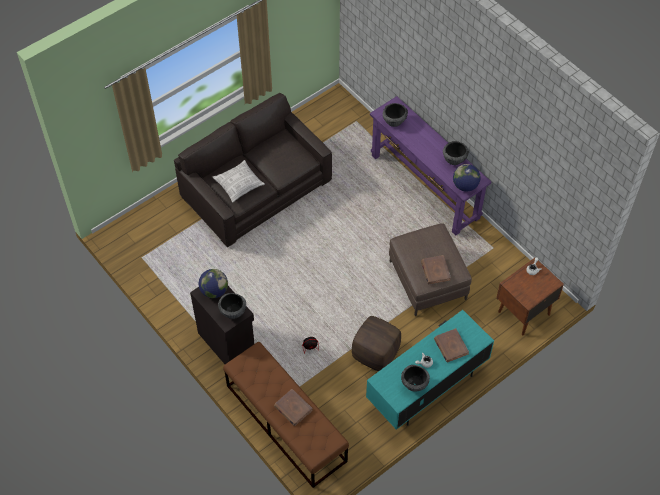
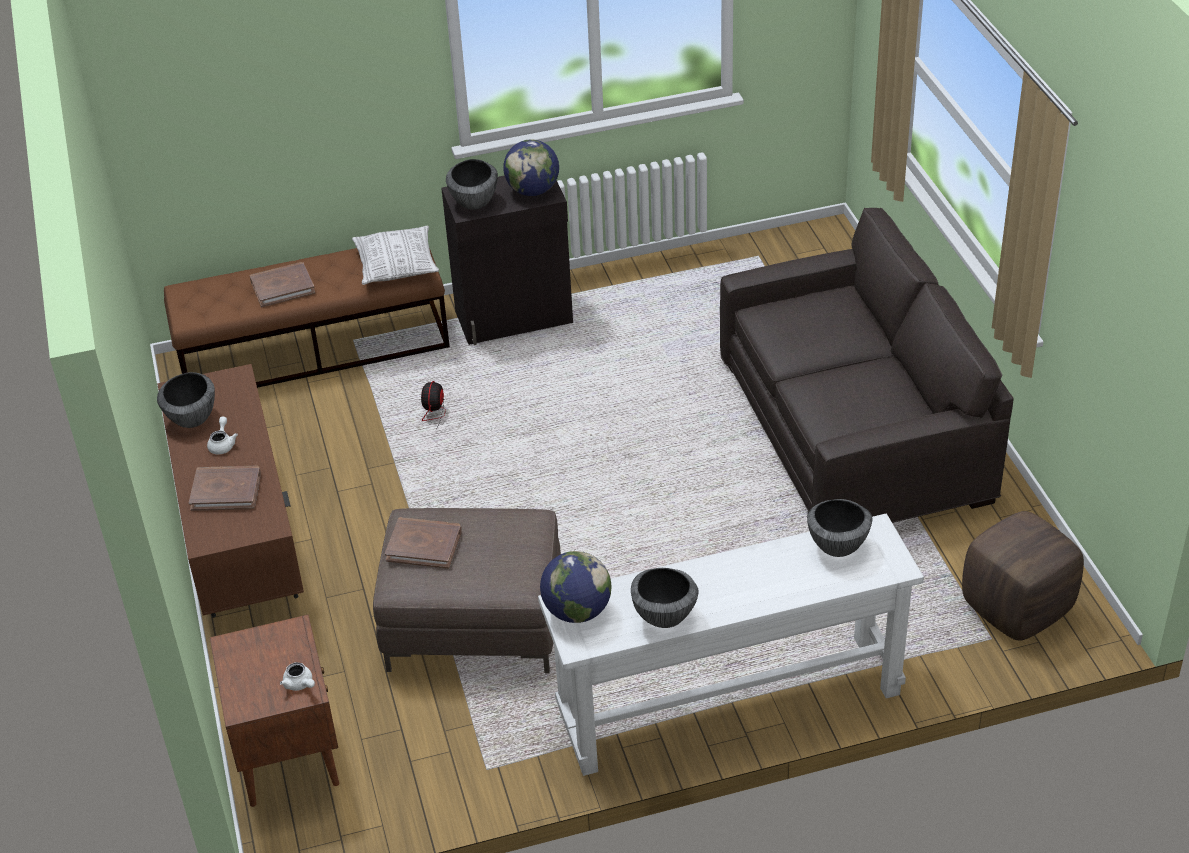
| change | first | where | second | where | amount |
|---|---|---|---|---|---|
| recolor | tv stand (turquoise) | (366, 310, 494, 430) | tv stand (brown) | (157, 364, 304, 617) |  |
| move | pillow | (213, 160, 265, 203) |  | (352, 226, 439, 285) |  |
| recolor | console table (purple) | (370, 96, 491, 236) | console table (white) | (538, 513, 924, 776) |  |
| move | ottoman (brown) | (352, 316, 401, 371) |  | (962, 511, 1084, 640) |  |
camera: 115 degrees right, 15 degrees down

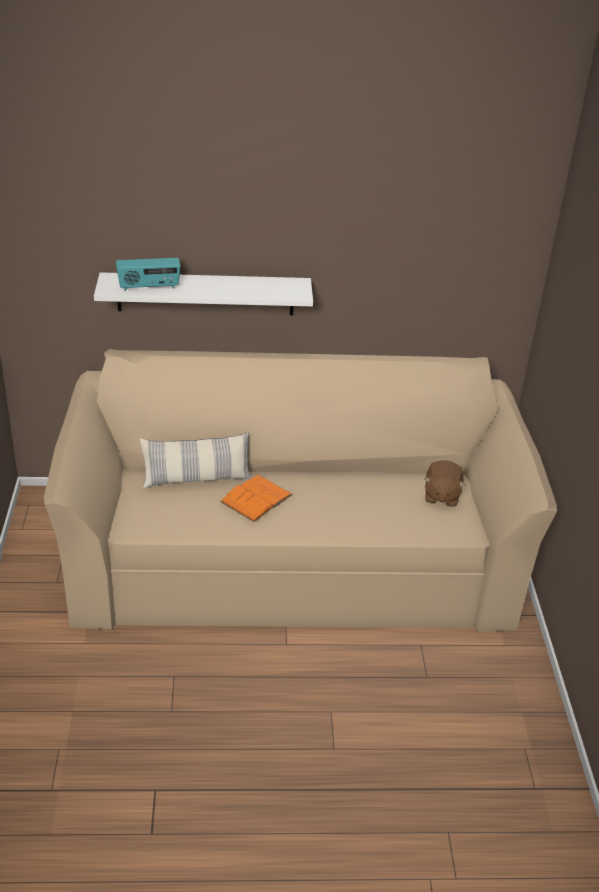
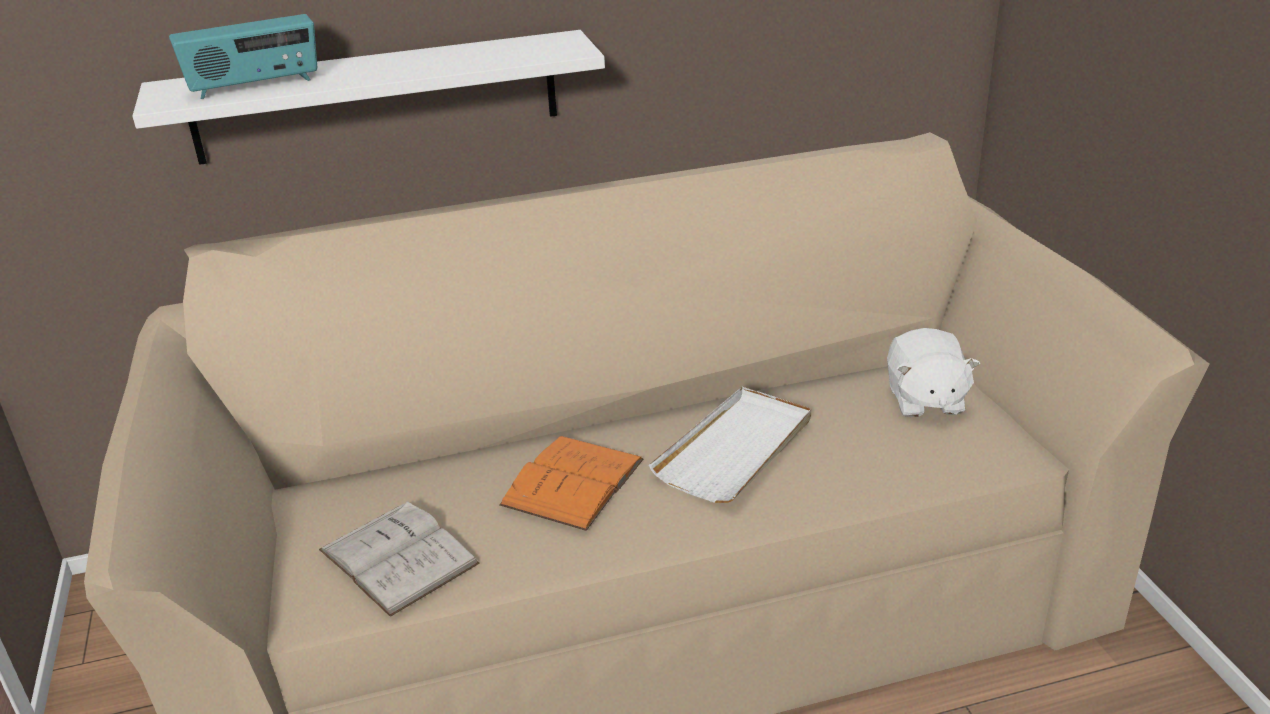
| change | first | where | second | where | amount |
|---|---|---|---|---|---|
| insert |  |  | book (white) | (319, 501, 480, 617) |  |
| insert |  |  | tray (white) | (649, 387, 811, 503) |  |
| recolor | plush toy (brown) | (424, 460, 465, 507) | plush toy (white) | (887, 328, 980, 417) |  |
| delete | pillow | (140, 432, 251, 488) |  |  |  |
camera: 10 degrees left, 5 degrees down

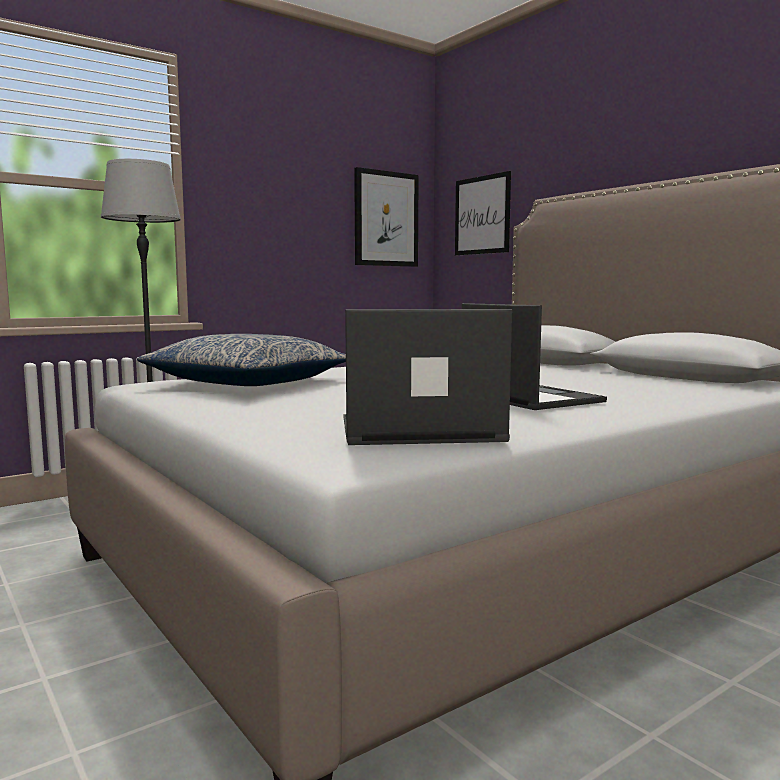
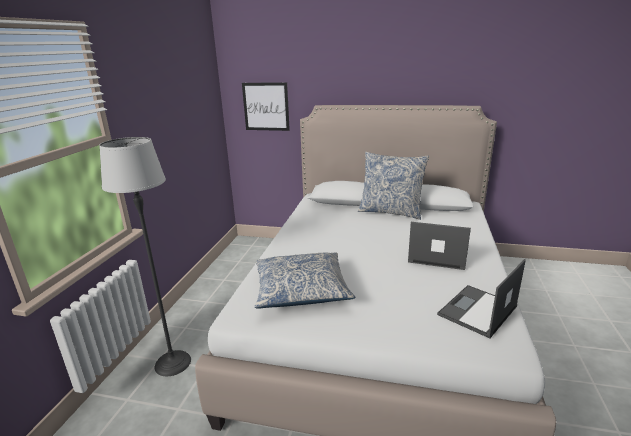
| change | first | where | second | where | amount |
|---|---|---|---|---|---|
| insert |  |  | pillow | (358, 152, 429, 220) |  |
| delete | picture | (354, 167, 419, 267) |  |  |  |
camera: 40 degrees left, 15 degrees up

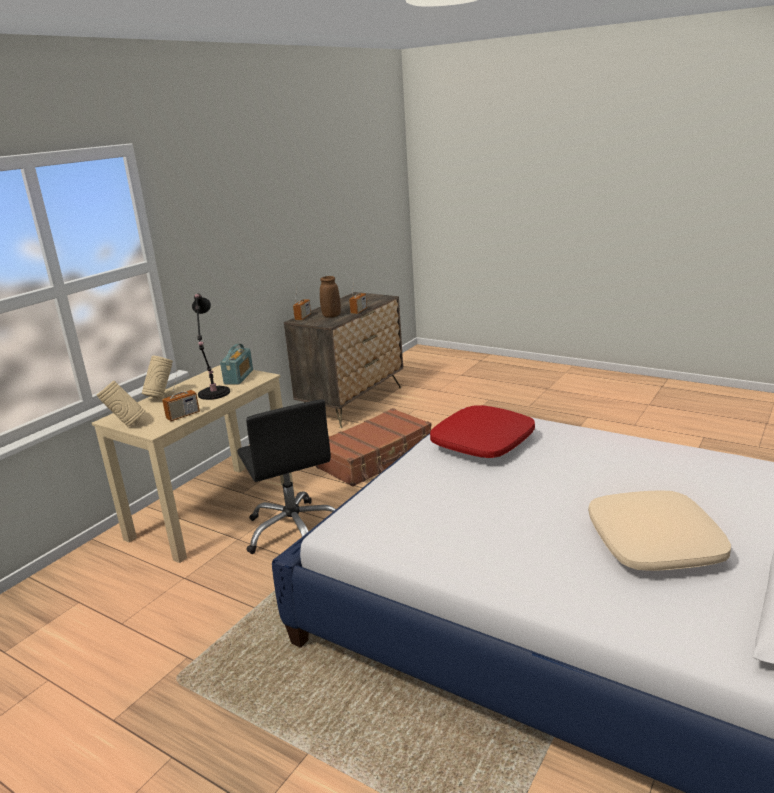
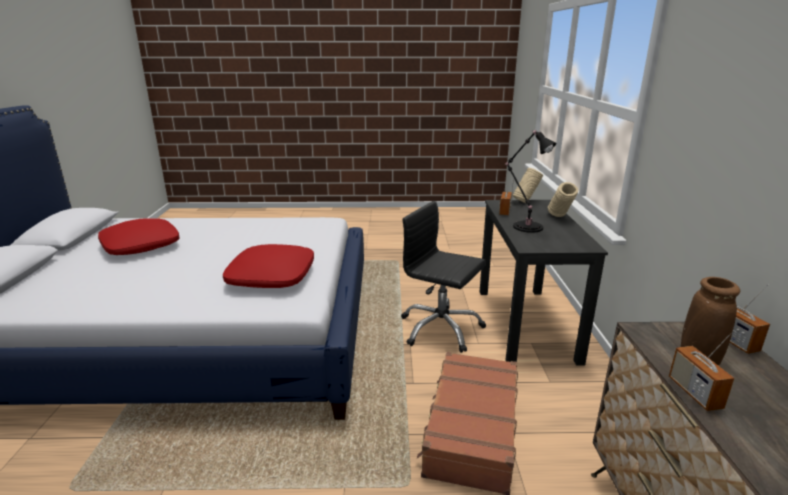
| change | first | where | second | where | amount |
|---|---|---|---|---|---|
| recolor | pillow (beige) | (588, 490, 731, 571) | pillow (red) | (98, 218, 179, 255) |  |
| recolor | desk (beige) | (92, 365, 293, 563) | desk (black) | (480, 200, 608, 366) |  |
| delete | radio | (220, 344, 253, 384) |  |  |  |
camera: 145 degrees right, 0 degrees up

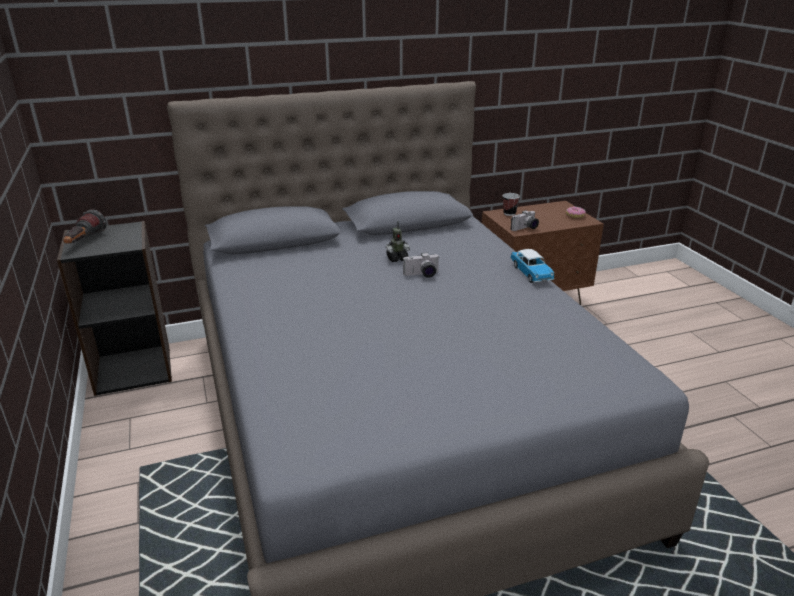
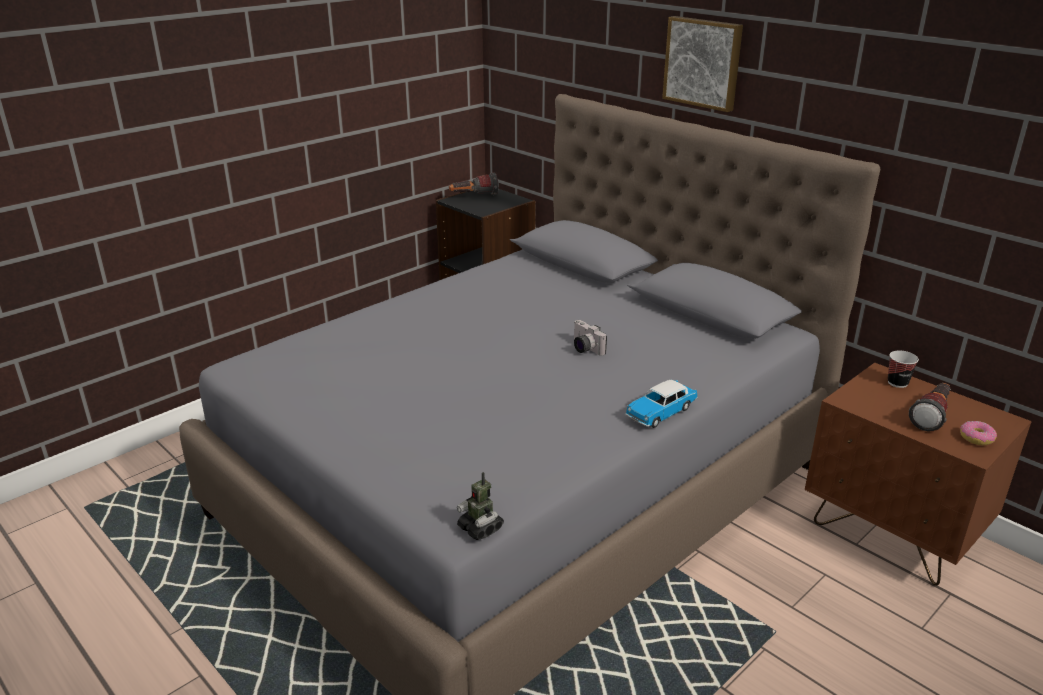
| change | first | where | second | where | amount |
|---|---|---|---|---|---|
| move | toy robot | (386, 221, 410, 262) |  | (457, 472, 504, 540) |  |
| insert |  |  | picture | (662, 16, 743, 112) |  |
| insert |  |  | flashlight | (909, 383, 951, 432) |  |
| delete | photo camera | (511, 210, 539, 231) |  |  |  |
camera: 65 degrees right, 0 degrees up

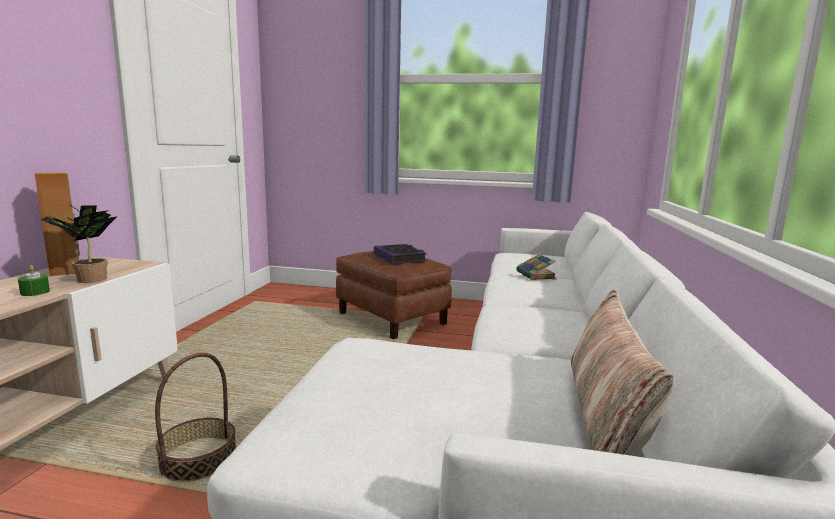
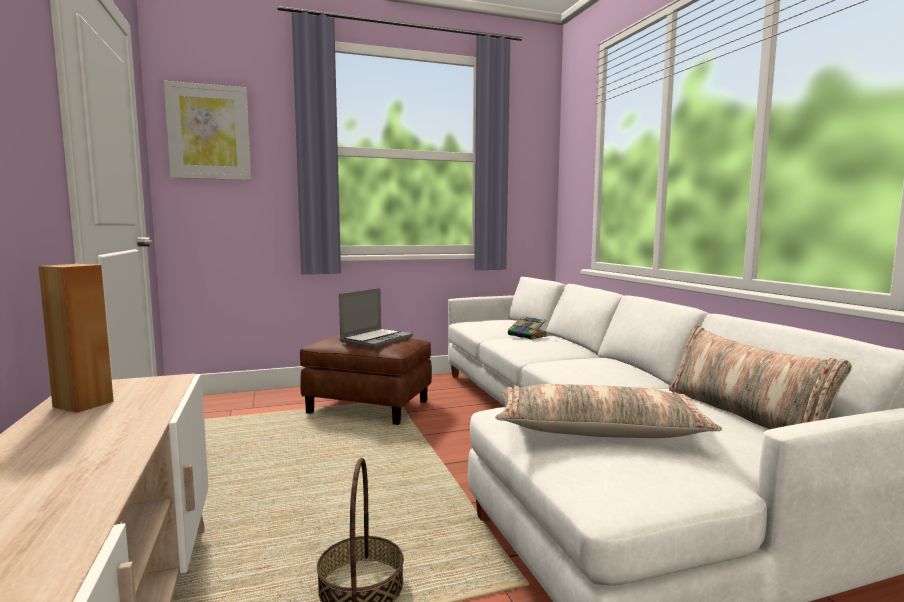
| change | first | where | second | where | amount |
|---|---|---|---|---|---|
| insert |  |  | picture | (164, 81, 251, 180) |  |
| replace | book | (374, 244, 427, 264) | laptop | (339, 288, 413, 348) |  |
| insert |  |  | pillow | (495, 384, 722, 438) |  |
| delete | candle (green) | (18, 265, 50, 296) |  |  |  |
| delete | potted plant | (41, 205, 116, 283) |  |  |  |
camera: 30 degrees left, 5 degrees down

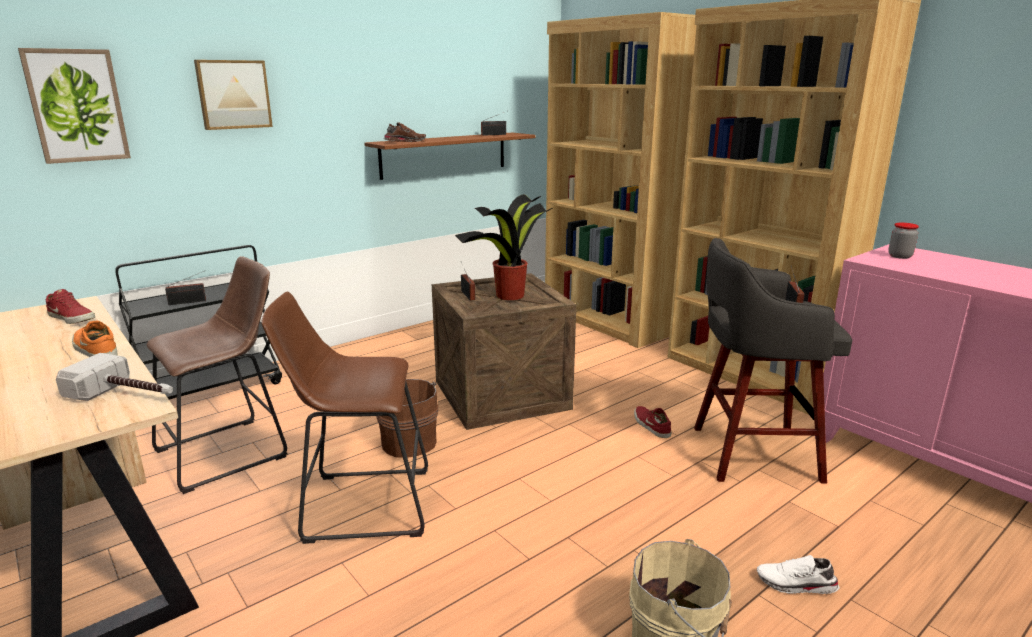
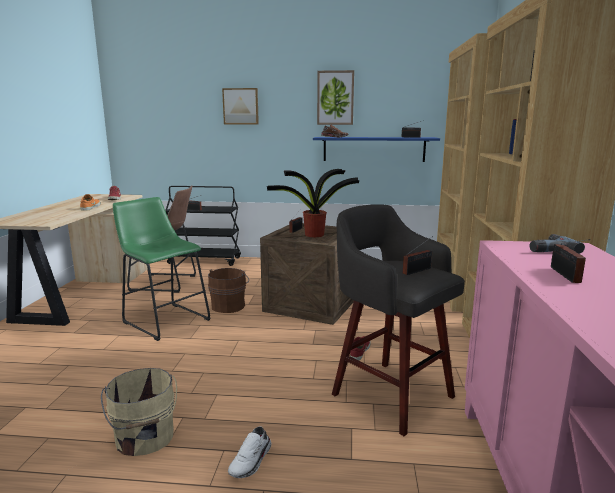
| change | first | where | second | where | amount |
|---|---|---|---|---|---|
| recolor | stool (brown) | (261, 292, 428, 544) | stool (green) | (113, 197, 210, 341) |  |
| rotate | shoe (white) | (757, 555, 839, 594) |  | (228, 426, 271, 478) | 120 degrees counterclockwise |
| recolor | shelf (brown) | (364, 133, 536, 180) | shelf (blue) | (313, 137, 440, 162) |  |
| move | picture | (18, 48, 131, 164) |  | (317, 70, 354, 125) |  |
| replace | jar | (888, 223, 919, 259) | power drill | (530, 234, 585, 254) |  |
| insert |  |  | radio | (551, 239, 590, 283) |  |
| delete | hammer | (56, 353, 173, 401) |  |  |  |
camera: 45 degrees right, 5 degrees down

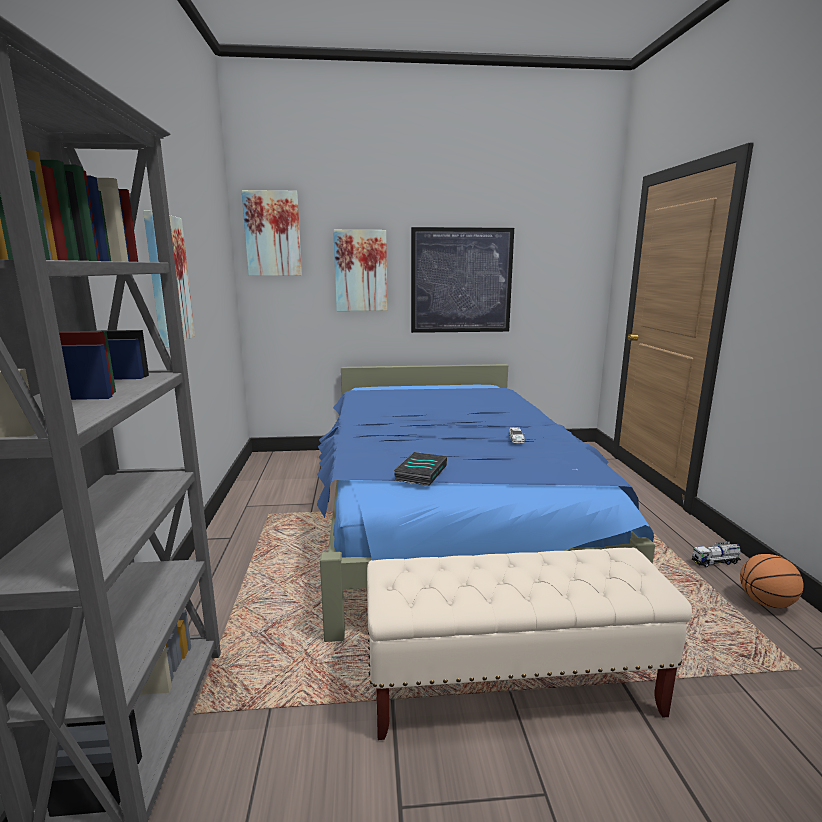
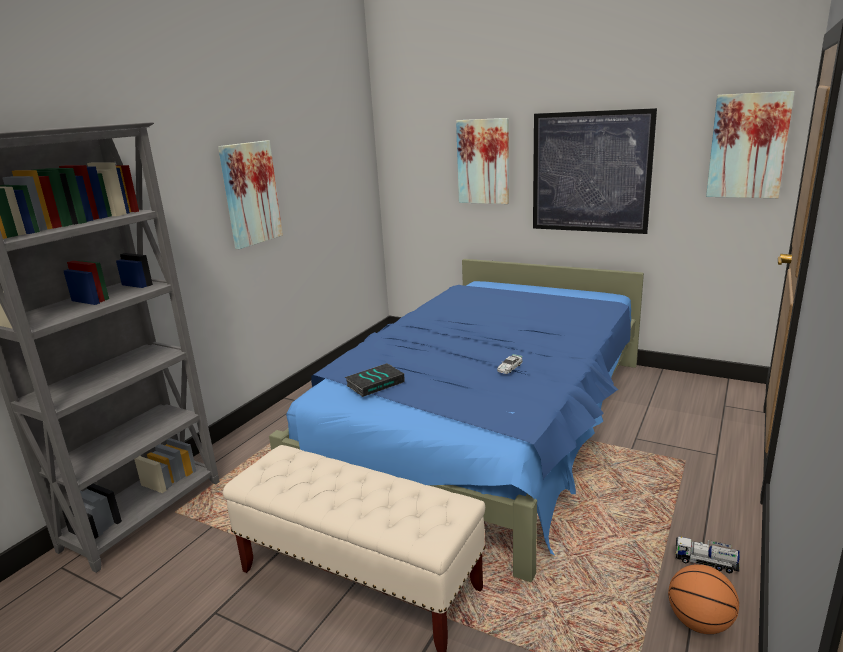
| change | first | where | second | where | amount |
|---|---|---|---|---|---|
| move | picture | (241, 190, 302, 276) |  | (706, 91, 795, 198) |  |
camera: 35 degrees right, 5 degrees up

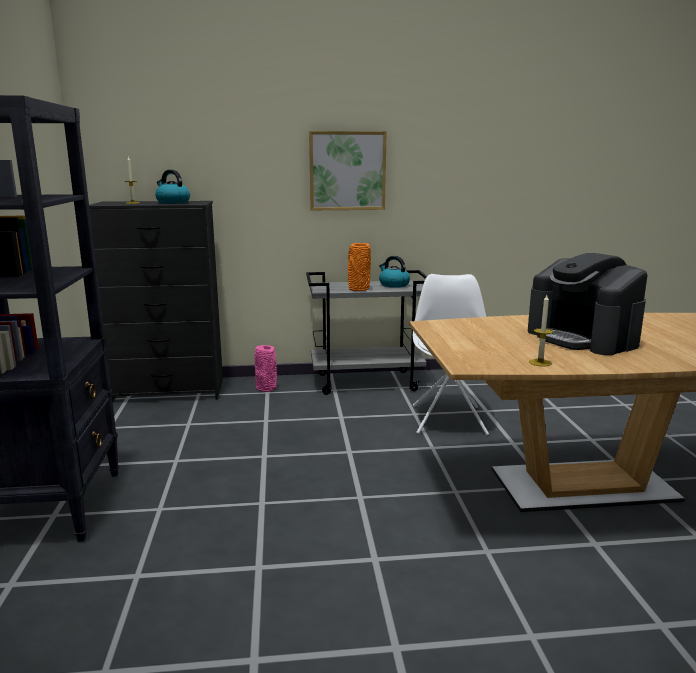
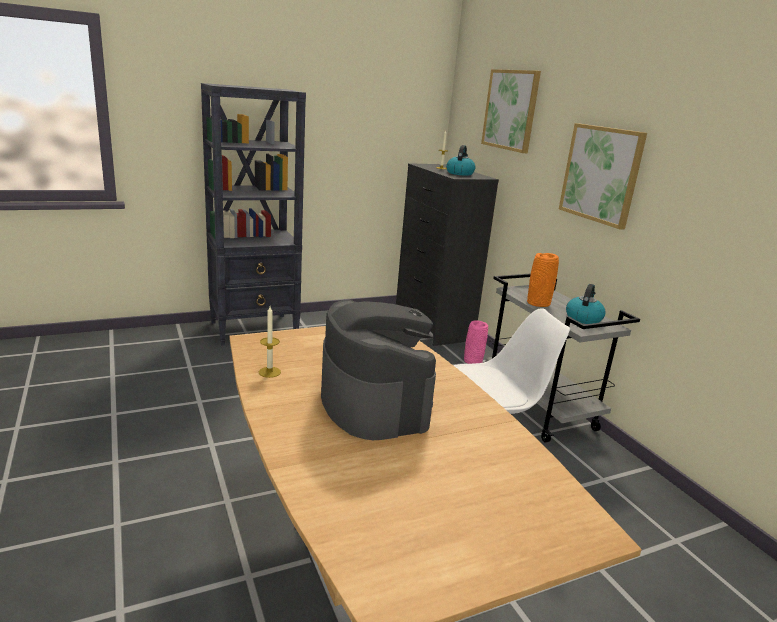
| change | first | where | second | where | amount |
|---|---|---|---|---|---|
| rotate | coffee machine | (528, 253, 648, 355) |  | (321, 299, 436, 440) | 120 degrees clockwise |
| insert |  |  | picture | (481, 69, 541, 153) |  |
camera: 70 degrees right, 5 degrees up

